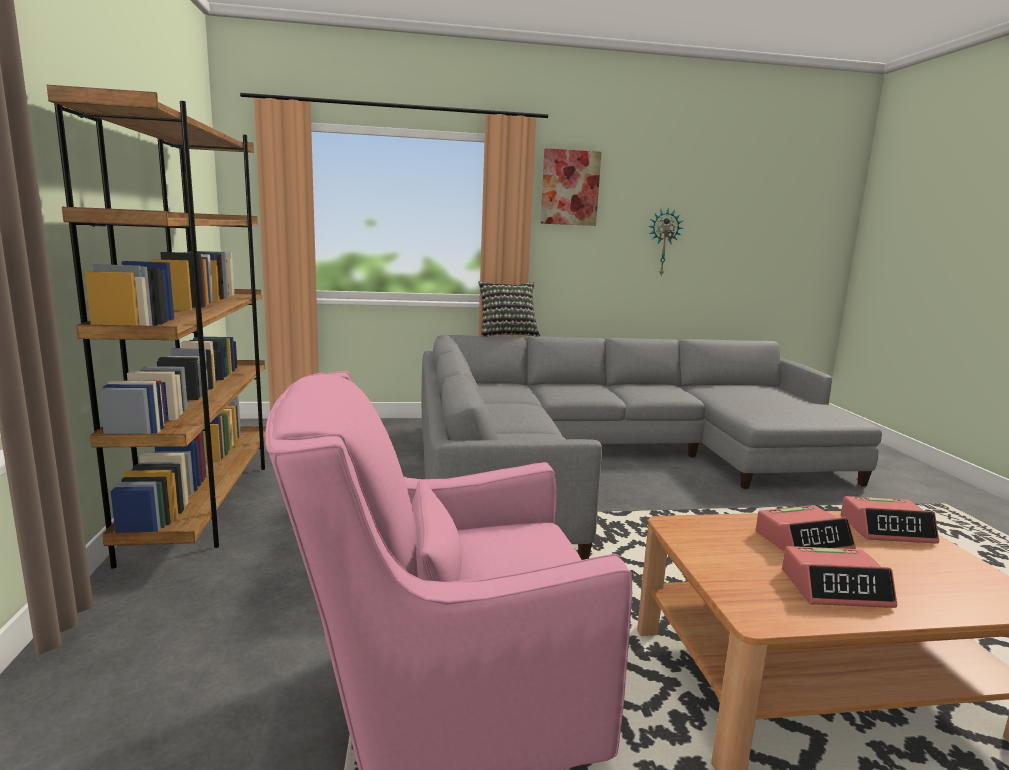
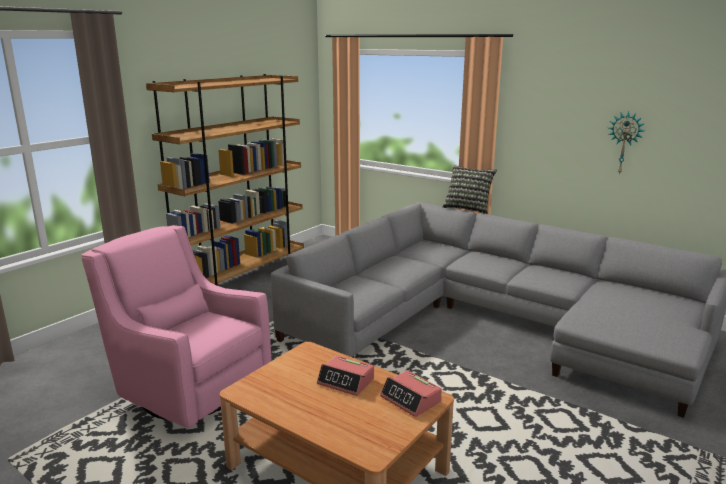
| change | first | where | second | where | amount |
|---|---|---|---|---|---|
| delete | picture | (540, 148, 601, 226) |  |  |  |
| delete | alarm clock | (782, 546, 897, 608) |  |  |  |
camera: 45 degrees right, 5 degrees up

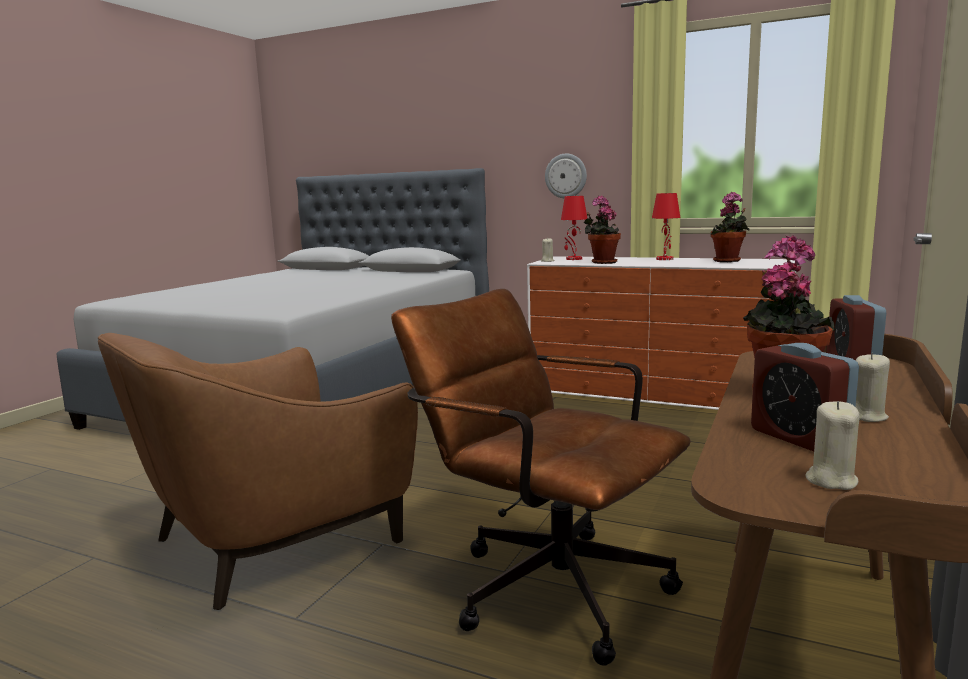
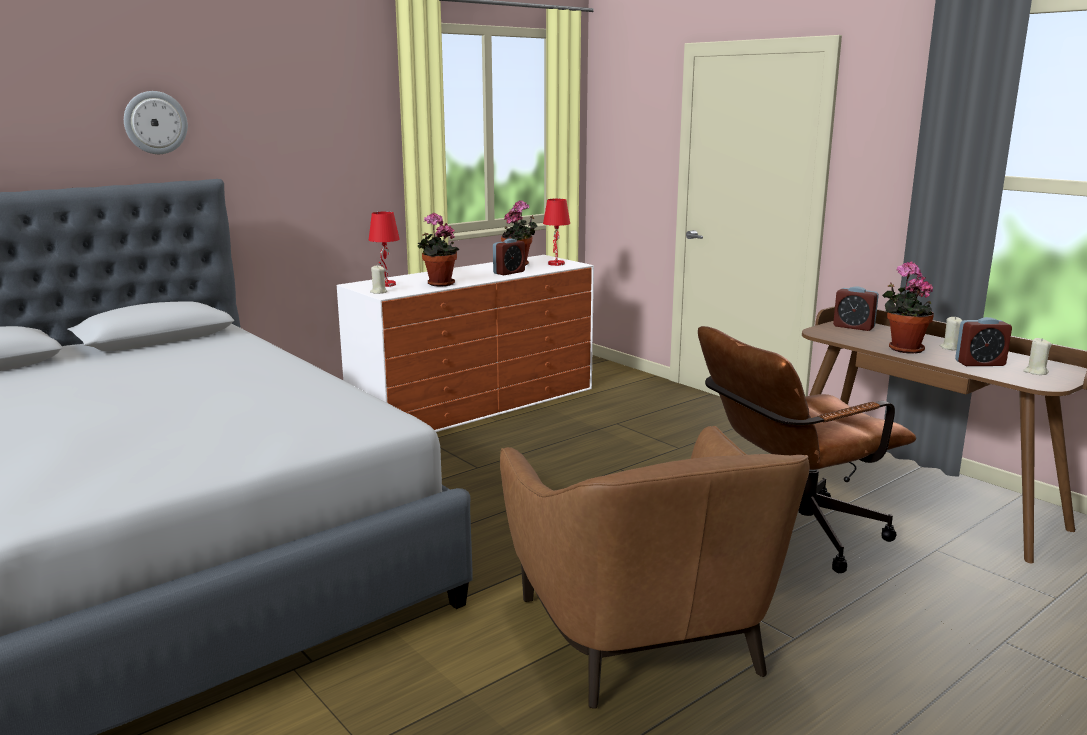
| change | first | where | second | where | amount |
|---|---|---|---|---|---|
| move | wall clock | (545, 154, 587, 198) |  | (124, 91, 188, 154) |  |
| insert |  |  | alarm clock | (493, 238, 525, 275) |  |
| move | table lamp (red) | (652, 193, 680, 260) |  | (543, 199, 570, 266) |  |
camera: 65 degrees left, 5 degrees up

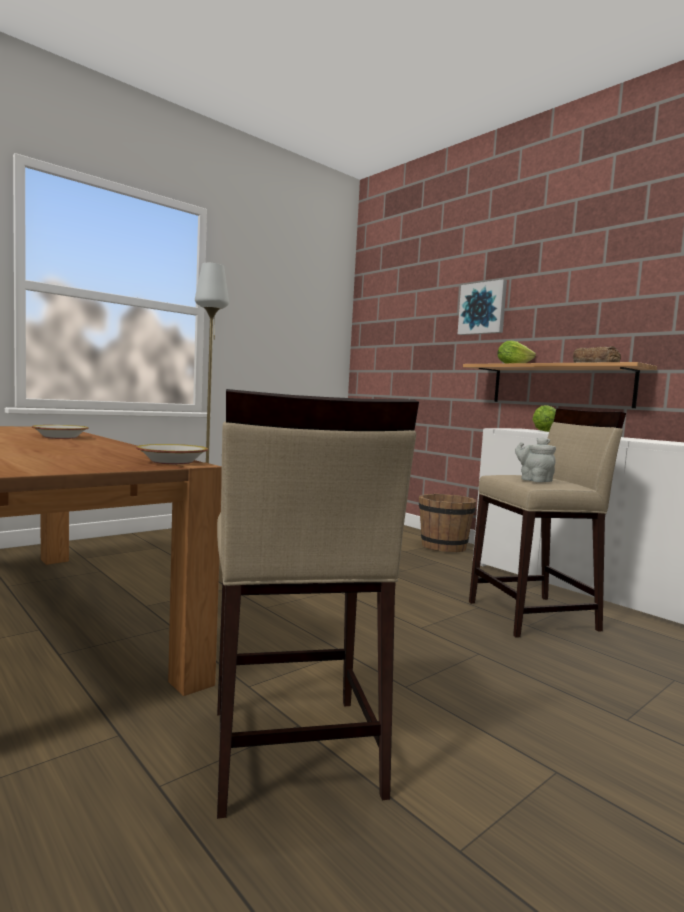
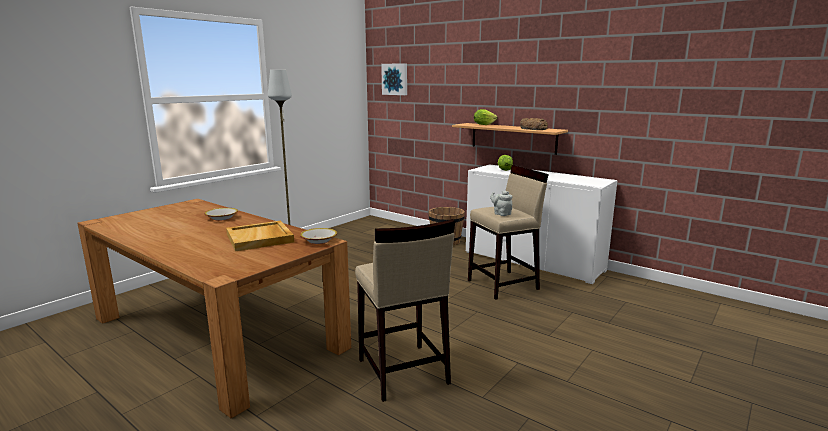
| change | first | where | second | where | amount |
|---|---|---|---|---|---|
| insert |  |  | tray (beige) | (226, 221, 294, 251) |  |
| move | picture | (458, 279, 507, 335) |  | (381, 63, 407, 95) |  |
camera: 10 degrees left, 10 degrees up

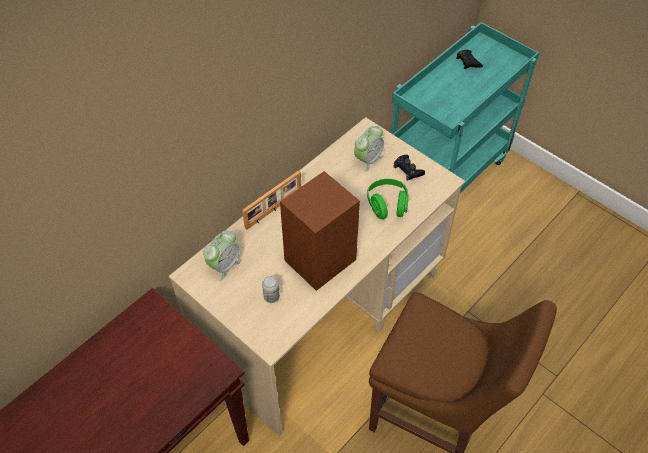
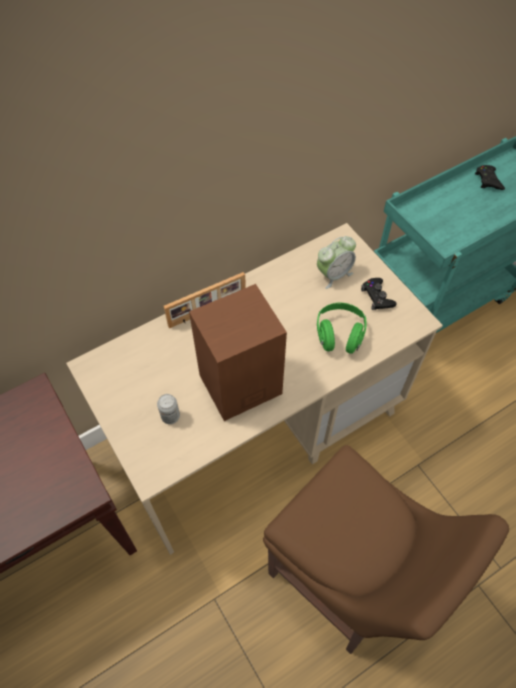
| change | first | where | second | where | amount |
|---|---|---|---|---|---|
| delete | alarm clock | (203, 230, 242, 281) |  |  |  |
camera: 15 degrees right, 5 degrees up

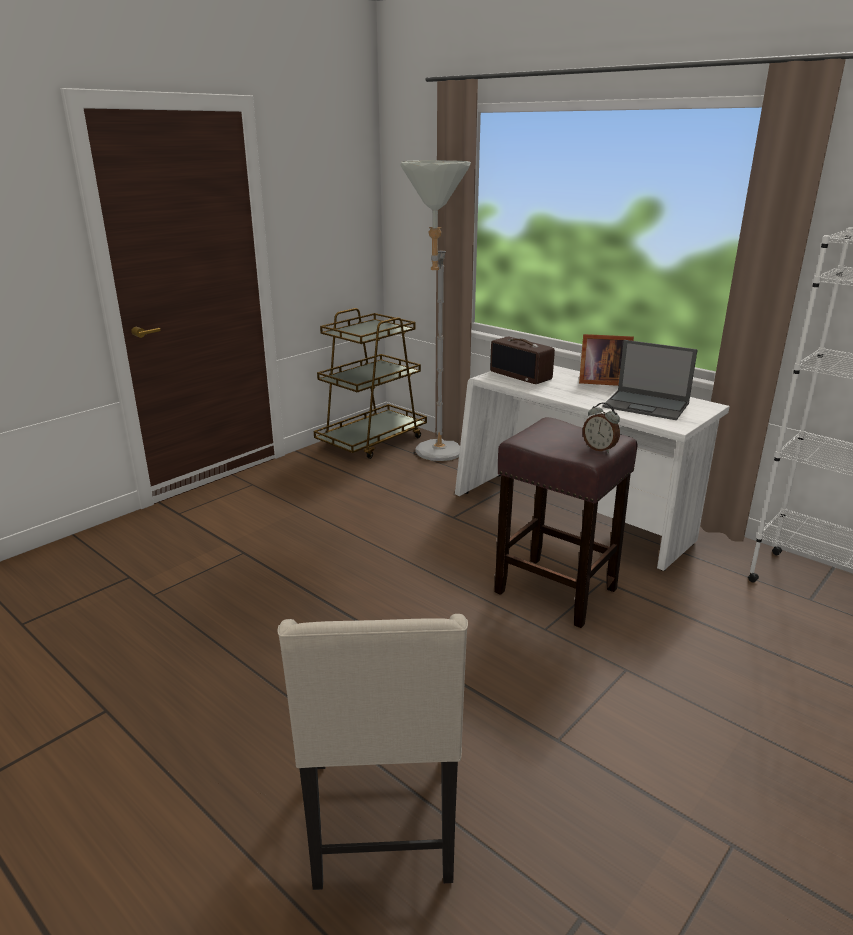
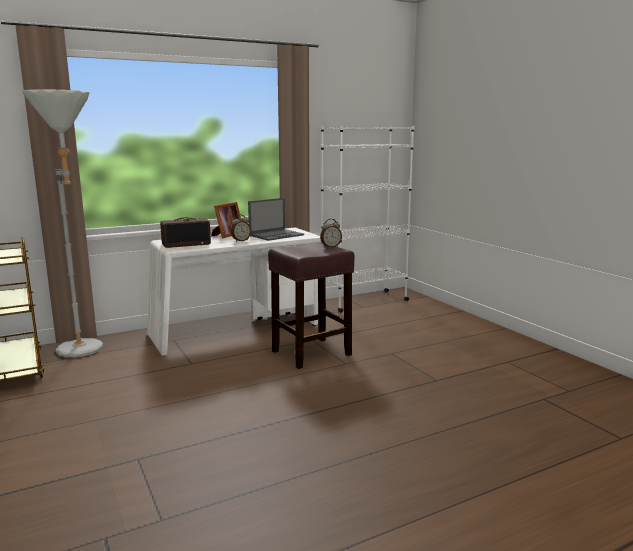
| change | first | where | second | where | amount |
|---|---|---|---|---|---|
| insert |  |  | alarm clock | (231, 215, 251, 242) |  |
| delete | chair (beige) | (278, 614, 468, 890) |  |  |  |
camera: 70 degrees left, 10 degrees down

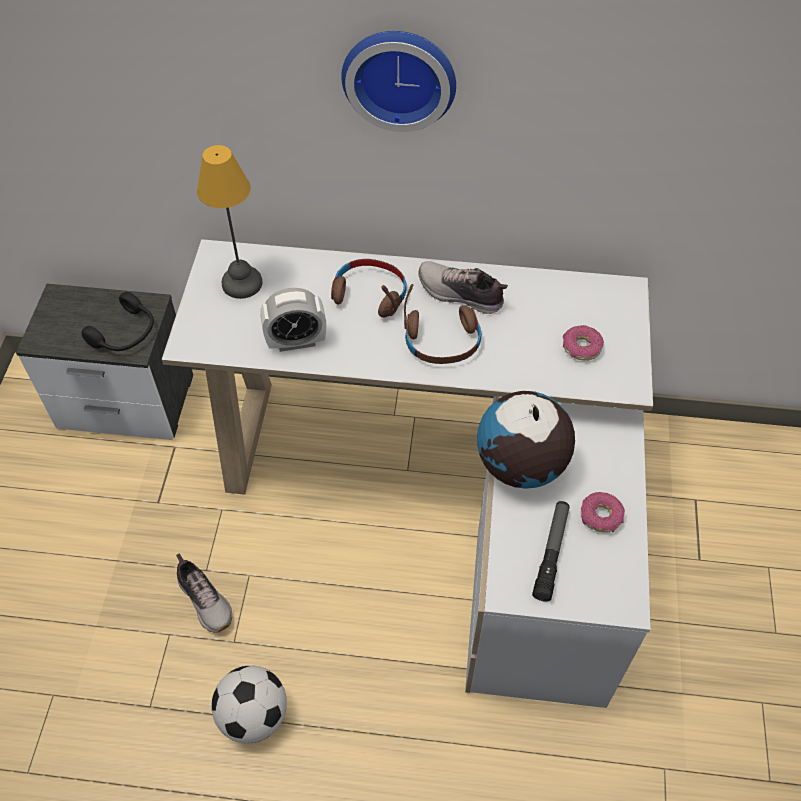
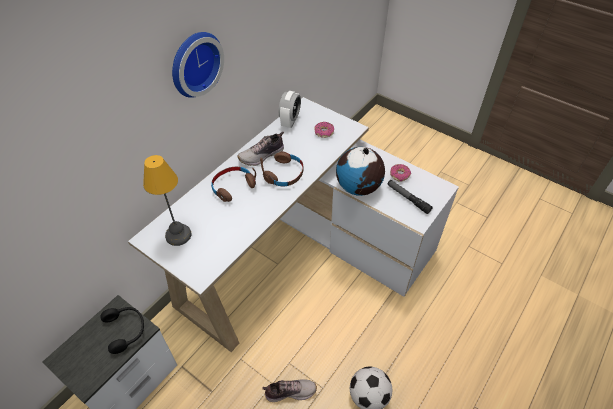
| change | first | where | second | where | amount |
|---|---|---|---|---|---|
| move | alarm clock | (260, 288, 326, 352) |  | (279, 91, 301, 128) |  |
camera: 60 degrees left, 5 degrees down

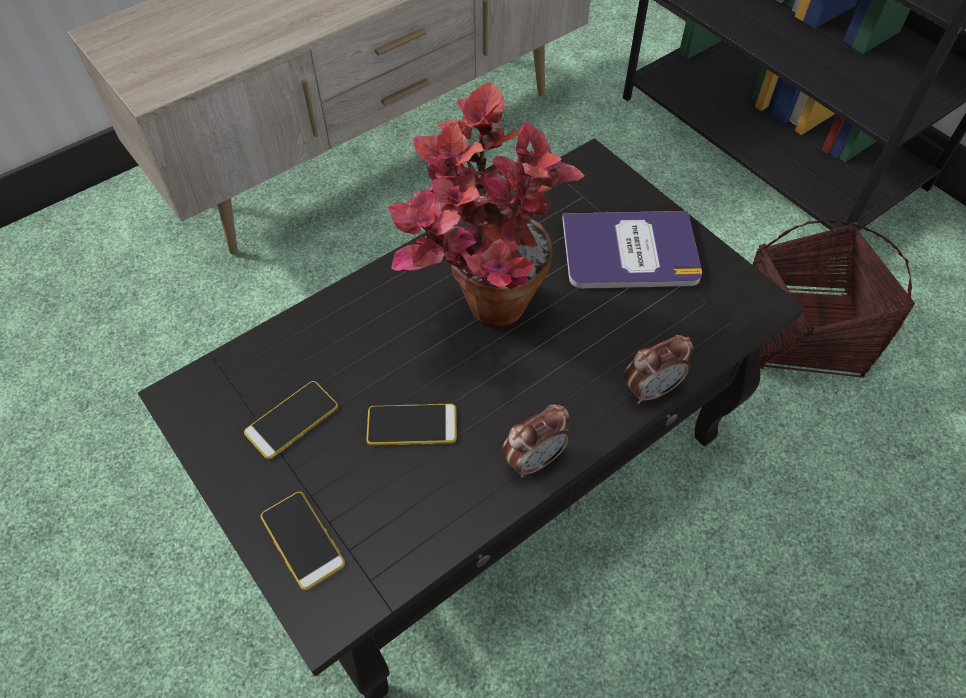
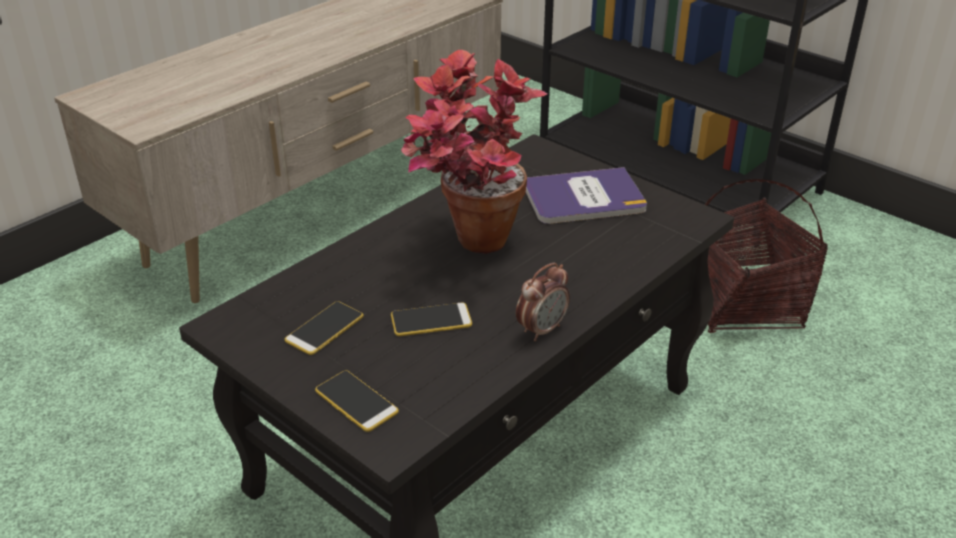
| change | first | where | second | where | amount |
|---|---|---|---|---|---|
| delete | alarm clock | (624, 335, 693, 404) |  |  |  |
camera: 10 degrees left, 20 degrees down

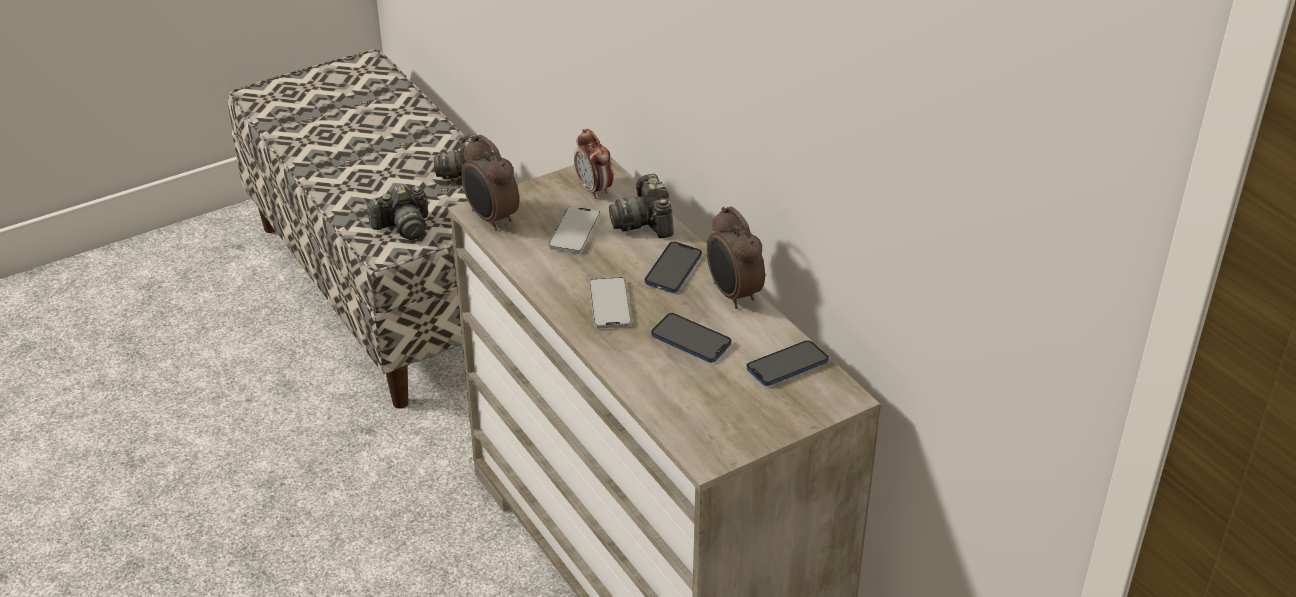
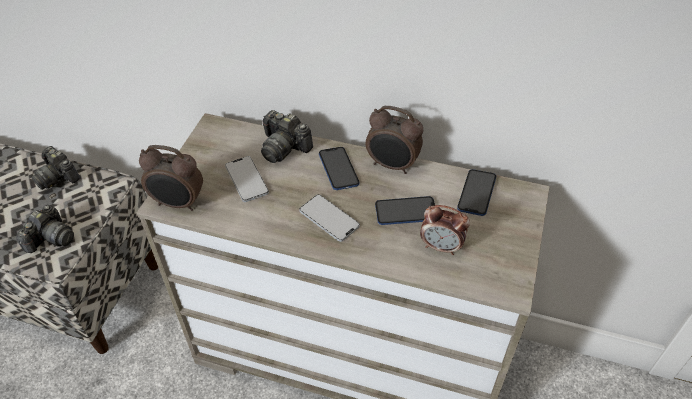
| change | first | where | second | where | amount |
|---|---|---|---|---|---|
| move | alarm clock | (574, 129, 613, 199) |  | (420, 205, 470, 255) |  |
camera: 40 degrees left, 10 degrees up

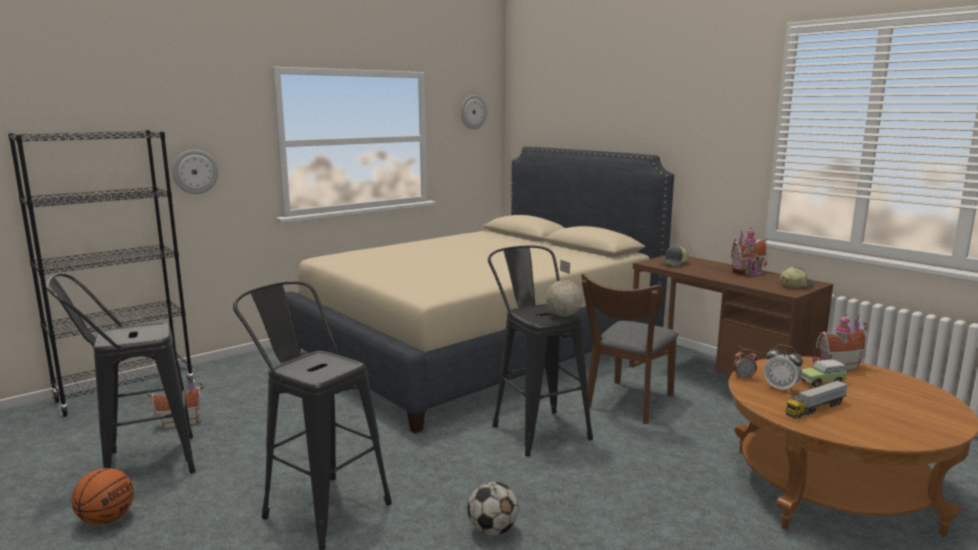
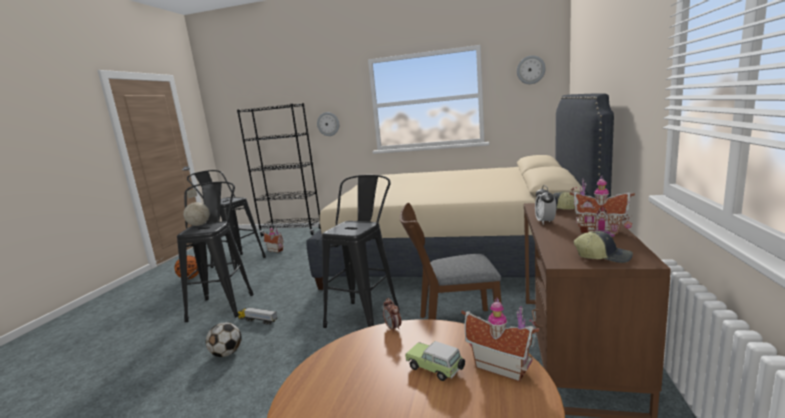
| change | first | where | second | where | amount |
|---|---|---|---|---|---|
| move | globe | (546, 260, 582, 317) |  | (183, 189, 210, 226) |  |
| move | toy truck | (785, 380, 848, 418) |  | (237, 307, 277, 325) |  |
| move | alarm clock | (764, 345, 803, 393) |  | (535, 185, 556, 225) |  |
camera: 55 degrees right, 0 degrees up

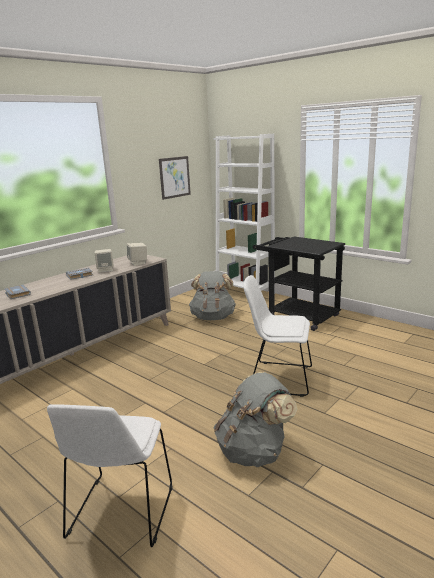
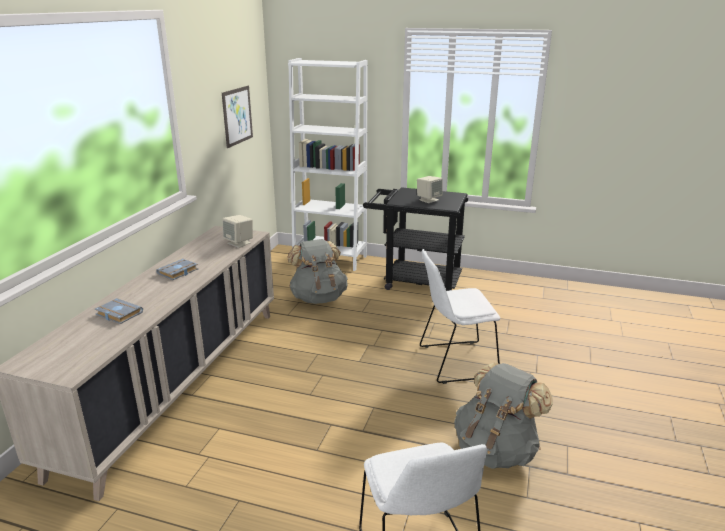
| change | first | where | second | where | amount |
|---|---|---|---|---|---|
| move | speaker (beige) | (95, 249, 114, 273) |  | (417, 176, 443, 203) |  |
camera: 25 degrees left, 5 degrees up

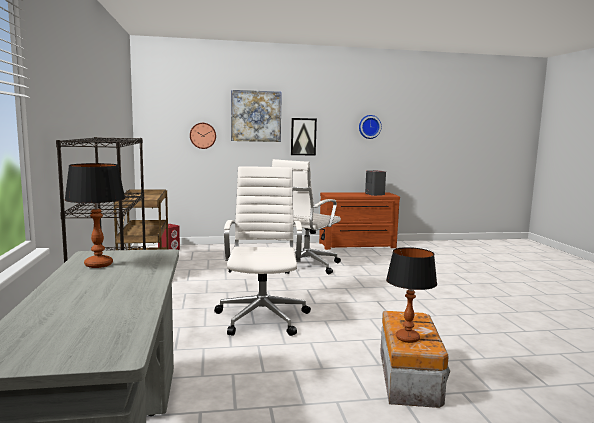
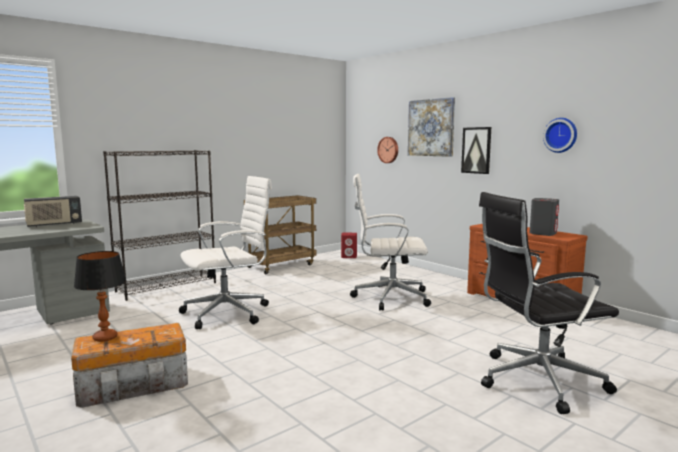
| change | first | where | second | where | amount |
|---|---|---|---|---|---|
| replace | table lamp | (64, 163, 125, 268) | radio | (24, 196, 82, 227) |  |
| insert |  |  | office chair (black) | (479, 192, 619, 414) |  |
camera: 60 degrees right, 0 degrees up

